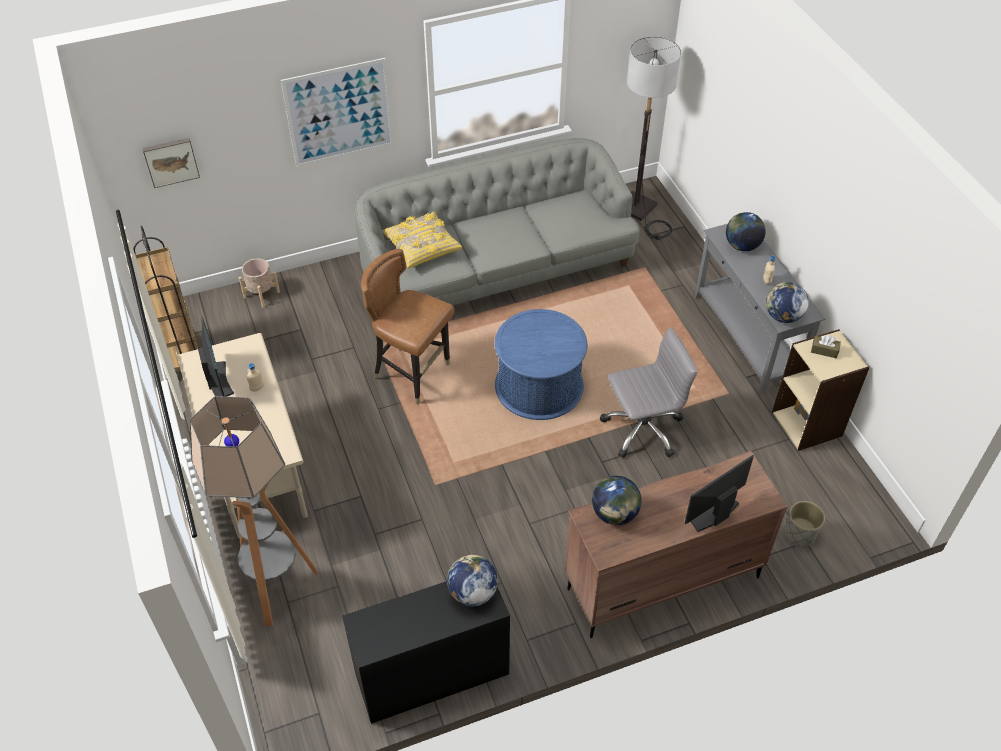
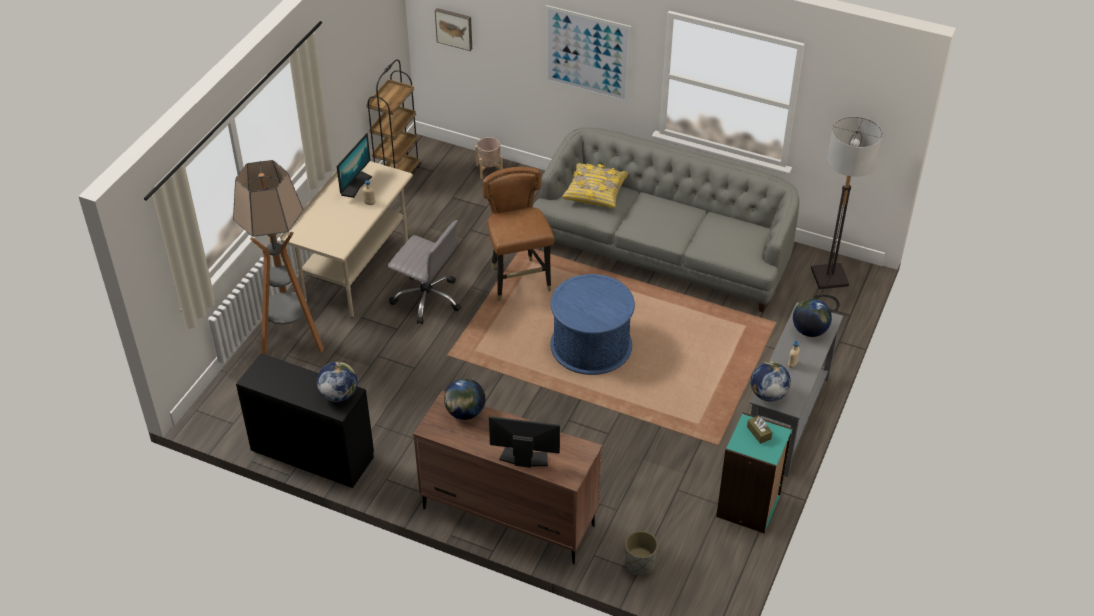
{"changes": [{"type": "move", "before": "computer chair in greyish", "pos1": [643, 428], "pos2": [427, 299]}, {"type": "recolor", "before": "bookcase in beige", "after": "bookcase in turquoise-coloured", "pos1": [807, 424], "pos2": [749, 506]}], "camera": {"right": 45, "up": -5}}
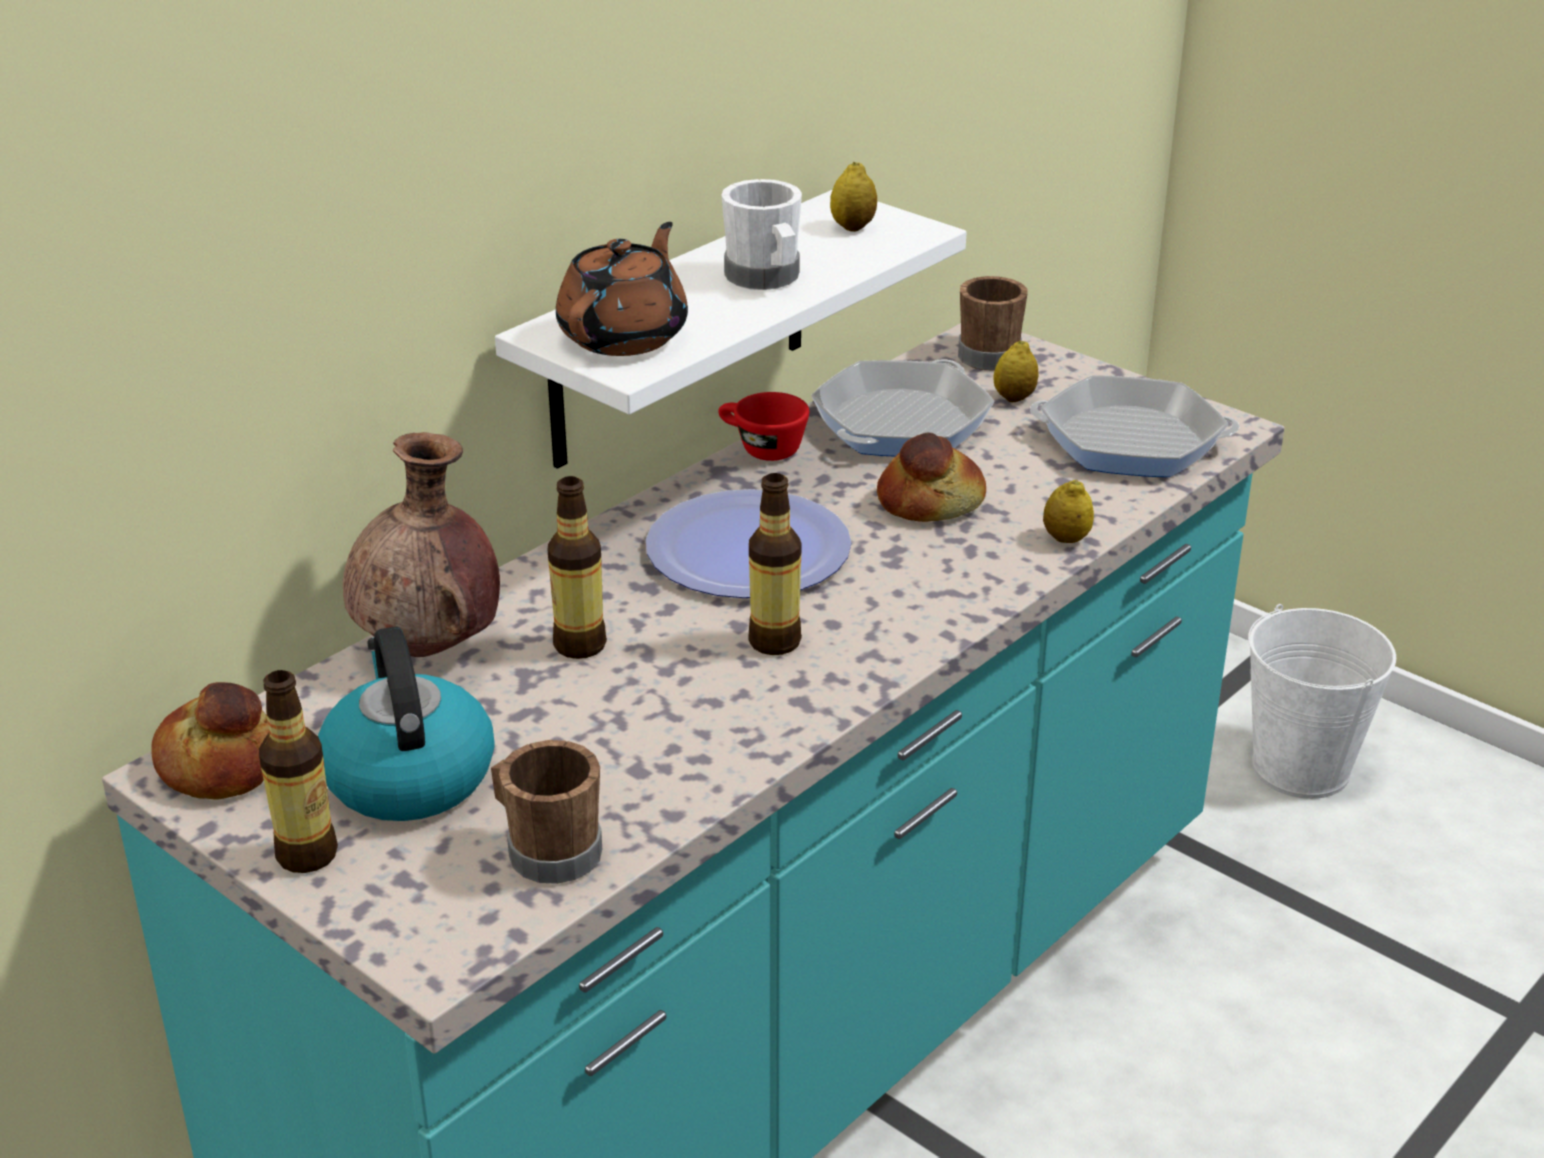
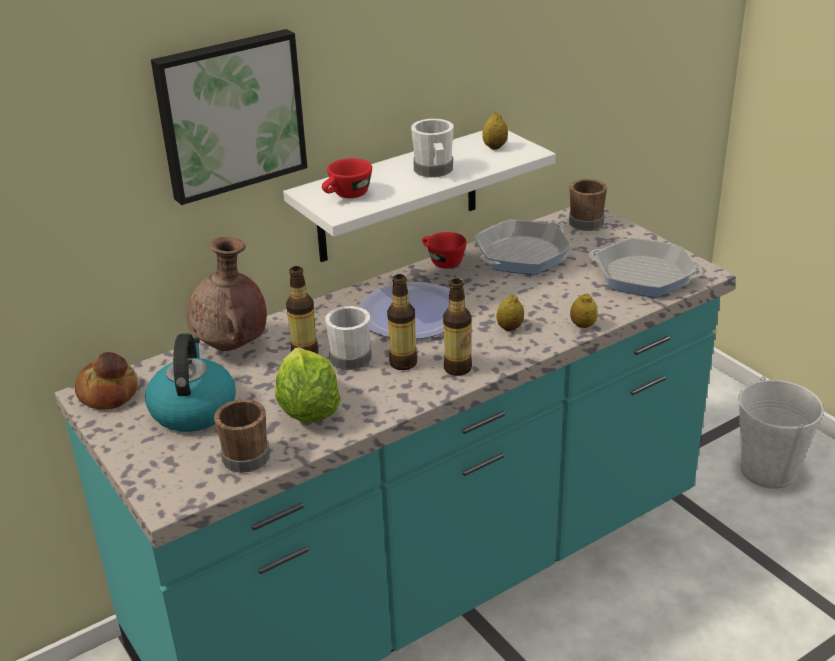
{"changes": [{"type": "delete", "before": "baked bread", "pos1": [931, 502]}, {"type": "insert", "after": "picture", "pos2": [229, 114]}, {"type": "insert", "after": "lettuce", "pos2": [308, 410]}, {"type": "insert", "after": "coffee mug in white", "pos2": [351, 355]}, {"type": "move", "before": "drink bottle", "pos1": [307, 855], "pos2": [457, 368]}, {"type": "move", "before": "citrus fruit", "pos1": [1014, 398], "pos2": [509, 328]}, {"type": "replace", "before": "tea pot in brown-coloured", "after": "small cup in reddish", "pos1": [625, 335], "pos2": [347, 196]}], "camera": {"right": 15, "up": 0}}
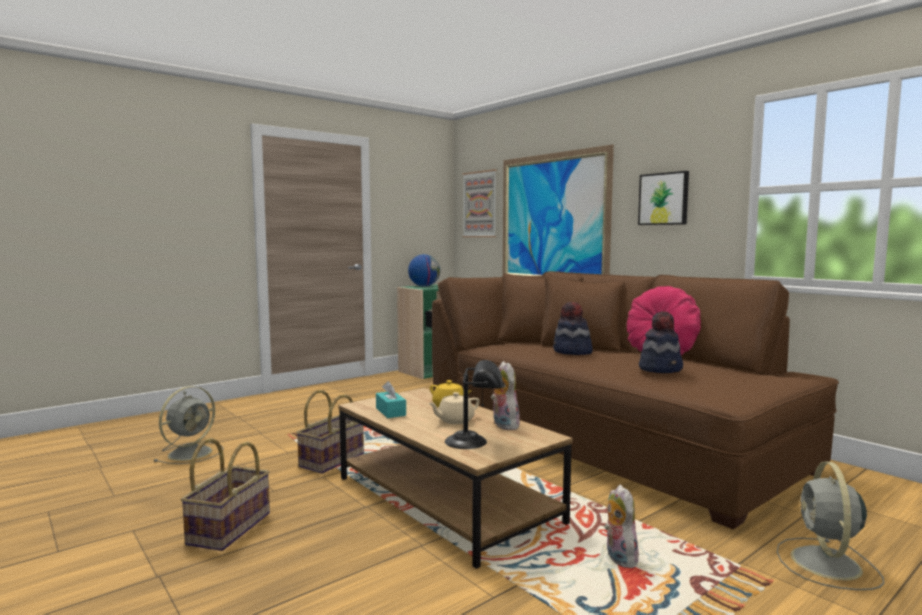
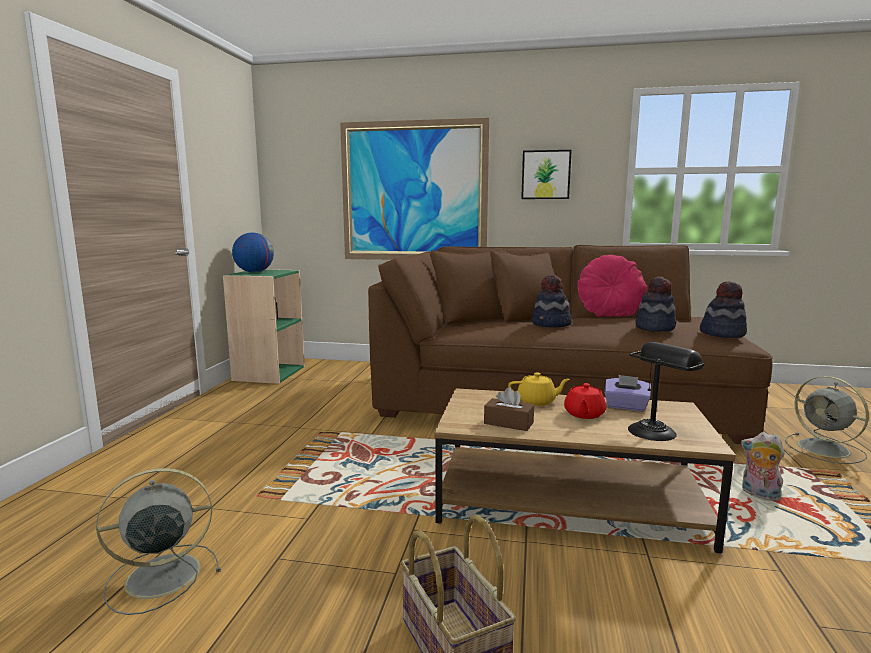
{"changes": [{"type": "delete", "before": "basket", "pos1": [331, 460]}, {"type": "delete", "before": "picture", "pos1": [480, 204]}, {"type": "insert", "after": "hat", "pos2": [722, 334]}, {"type": "replace", "before": "plush toy", "after": "tissue holder in purplish", "pos1": [503, 425], "pos2": [626, 406]}, {"type": "recolor", "before": "tissue holder in turquoise-coloured", "after": "tissue holder in brown-coloured", "pos1": [390, 412], "pos2": [508, 423]}, {"type": "recolor", "before": "tea pot in beige", "after": "tea pot in reddish", "pos1": [454, 420], "pos2": [584, 414]}, {"type": "rotate", "before": "fan in greyish", "pos1": [192, 452], "pos2": [159, 576], "turn": -105}], "camera": {"right": -40, "up": 5}}
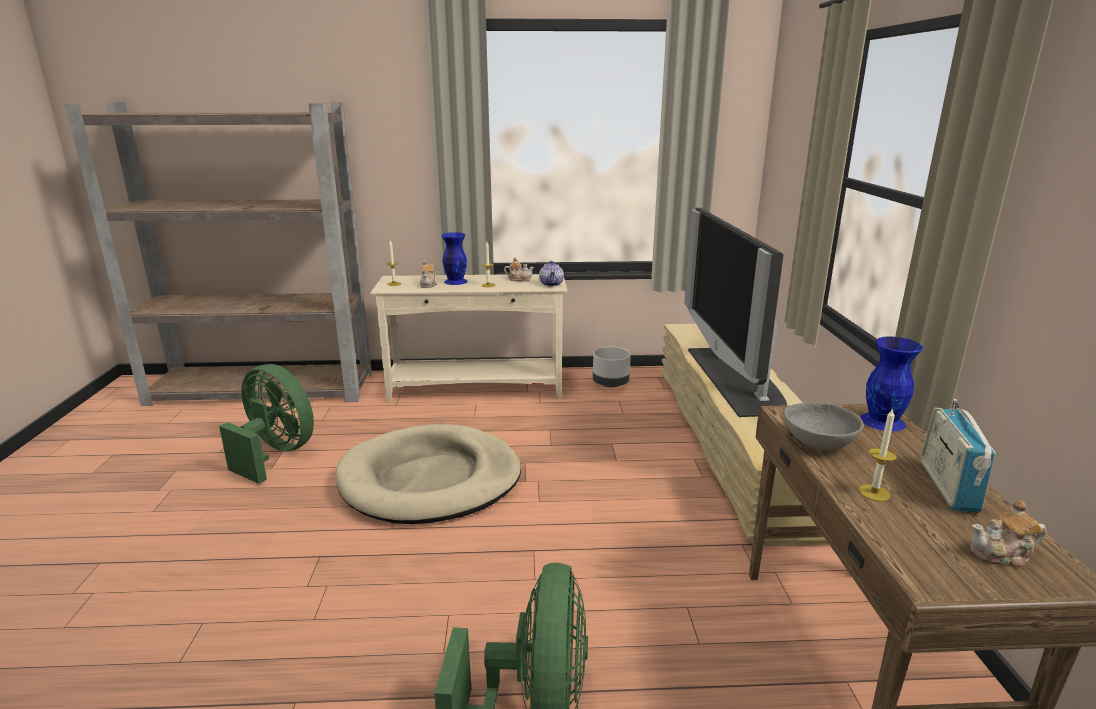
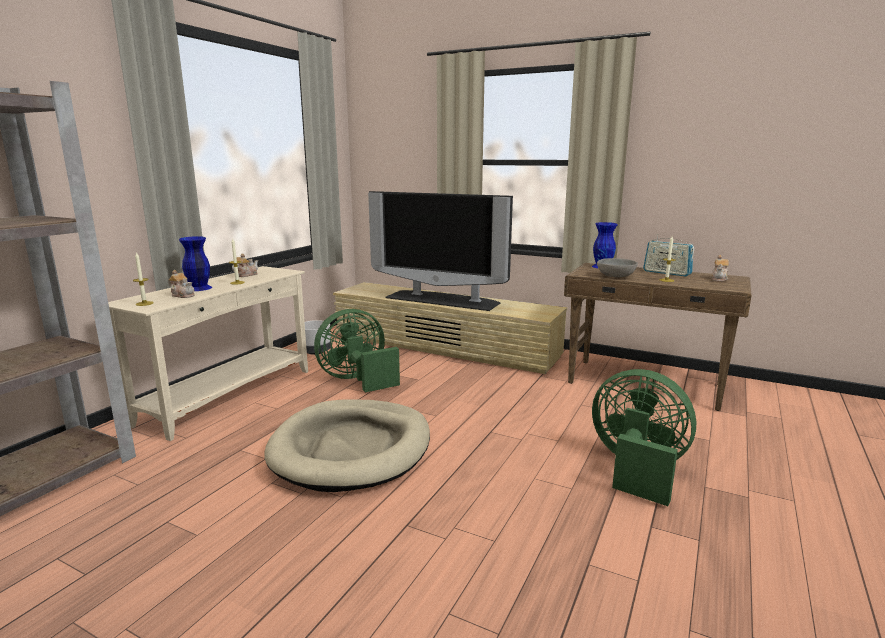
{"changes": [{"type": "delete", "before": "tea pot", "pos1": [551, 284]}, {"type": "move", "before": "fan in green", "pos1": [275, 454], "pos2": [357, 380]}], "camera": {"right": -60, "up": -5}}
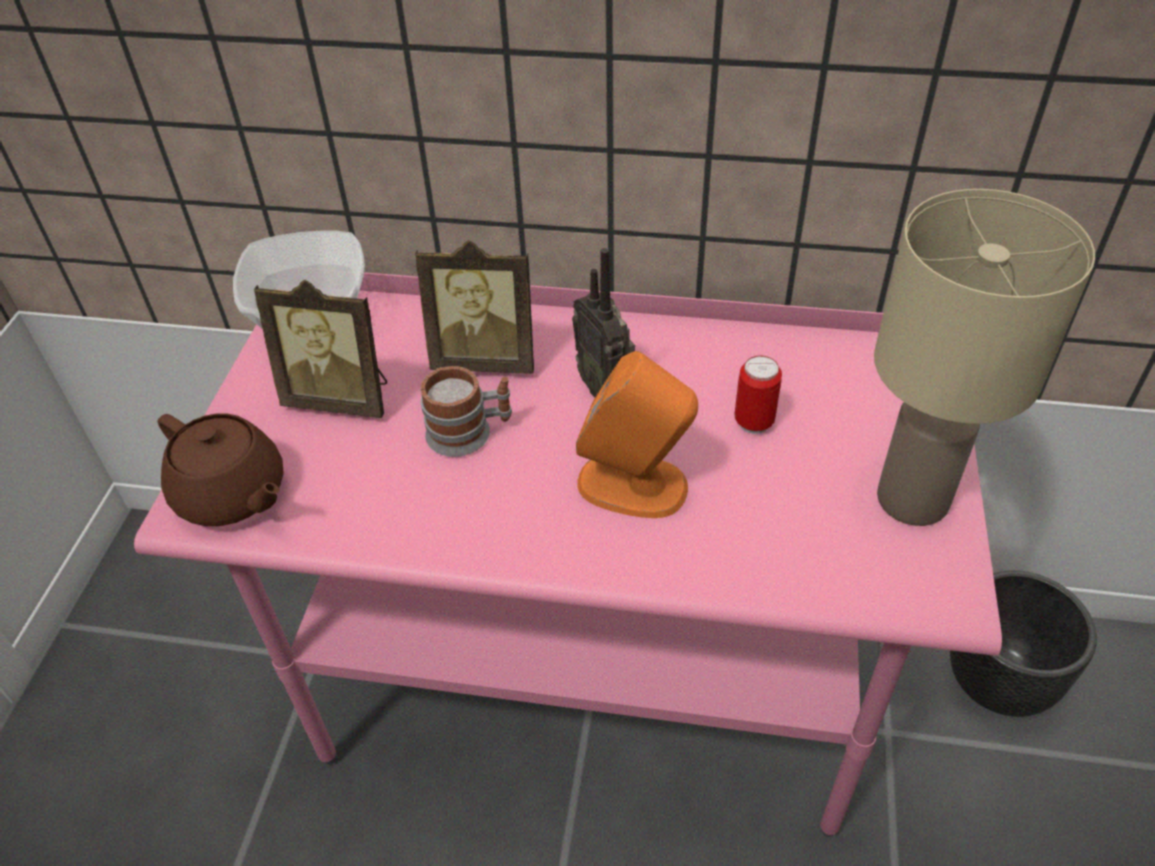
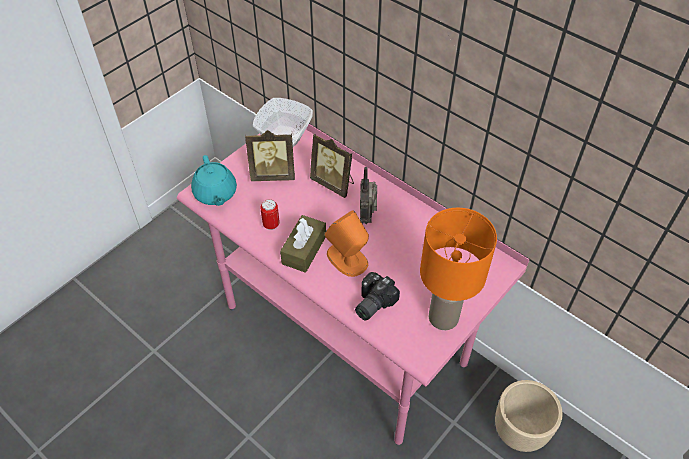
{"changes": [{"type": "delete", "before": "coffee mug", "pos1": [469, 432]}, {"type": "insert", "after": "tissue holder in brown-coloured", "pos2": [304, 250]}, {"type": "insert", "after": "still camera", "pos2": [371, 303]}, {"type": "move", "before": "sealed can", "pos1": [754, 422], "pos2": [271, 225]}, {"type": "recolor", "before": "tea pot in brown-coloured", "after": "tea pot in turquoise-coloured", "pos1": [232, 495], "pos2": [215, 194]}, {"type": "recolor", "before": "table lamp in beige", "after": "table lamp in orange", "pos1": [914, 497], "pos2": [444, 317]}, {"type": "recolor", "before": "planter in black-coloured", "after": "planter in beige", "pos1": [999, 683], "pos2": [520, 432]}, {"type": "rotate", "before": "picture frame", "pos1": [341, 398], "pos2": [273, 174], "turn": -45}], "camera": {"right": 30, "up": 5}}
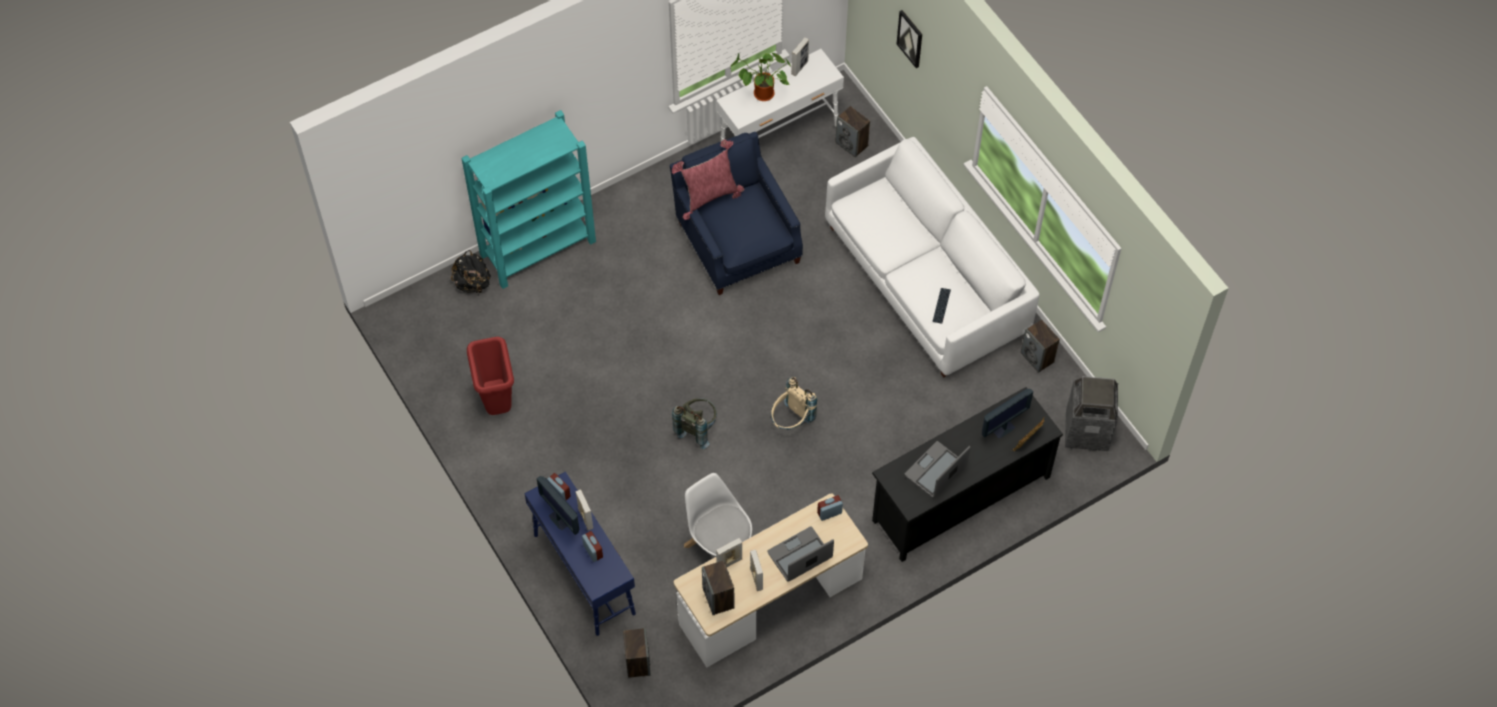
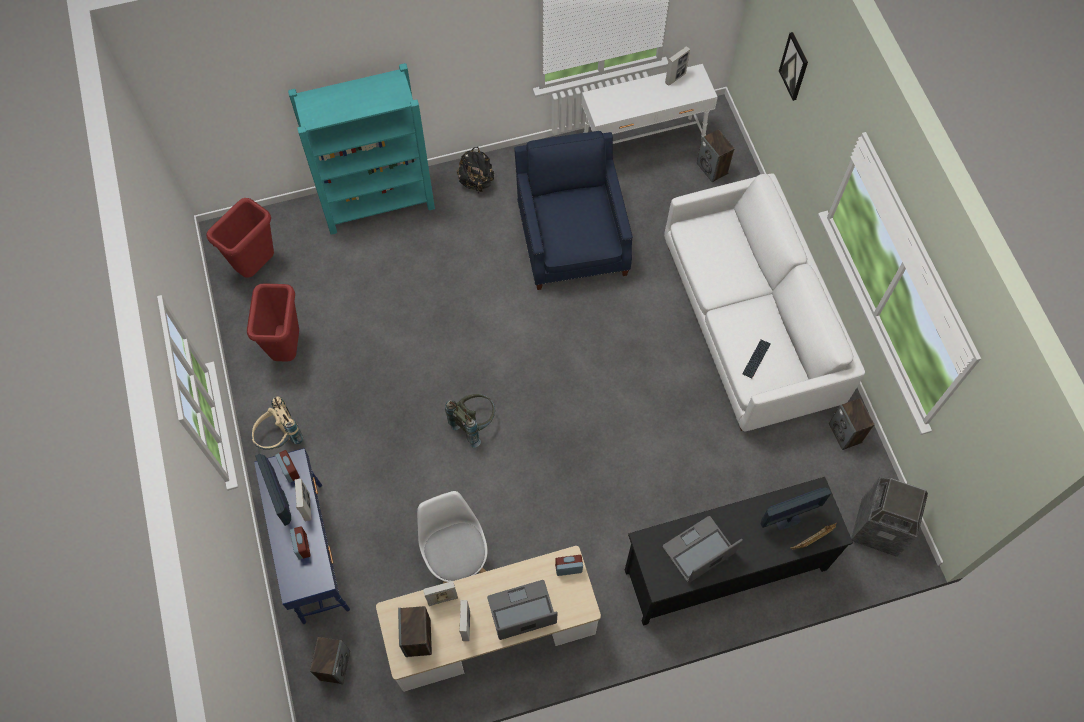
{"changes": [{"type": "delete", "before": "throw pillow in reddish", "pos1": [708, 199]}, {"type": "delete", "before": "houseplant", "pos1": [762, 95]}, {"type": "insert", "after": "waste bin in reddish", "pos2": [256, 265]}, {"type": "move", "before": "knapsack in black-coloured", "pos1": [473, 283], "pos2": [476, 181]}, {"type": "move", "before": "knapsack in beige", "pos1": [791, 421], "pos2": [280, 438]}], "camera": {"right": 15, "up": 5}}
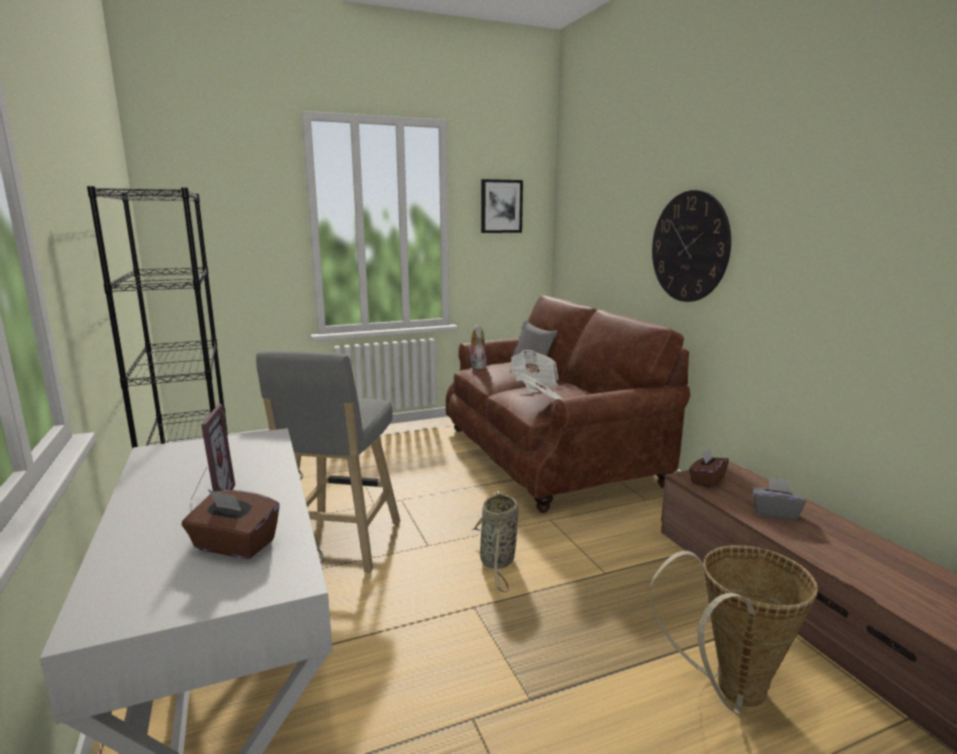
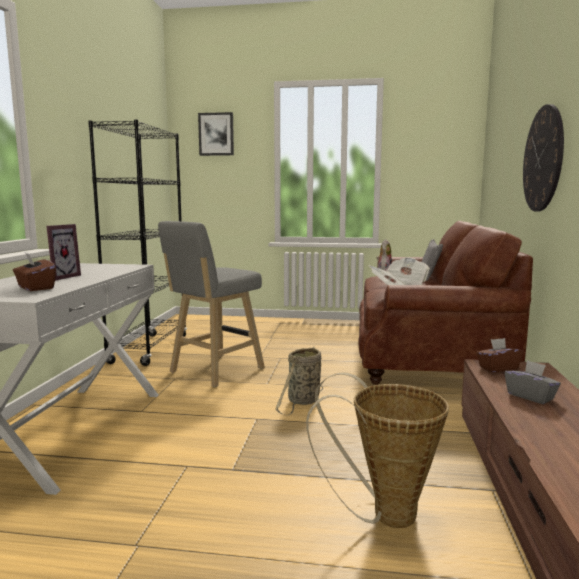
{"changes": [{"type": "move", "before": "picture", "pos1": [501, 206], "pos2": [216, 134]}], "camera": {"right": 30, "up": -5}}
